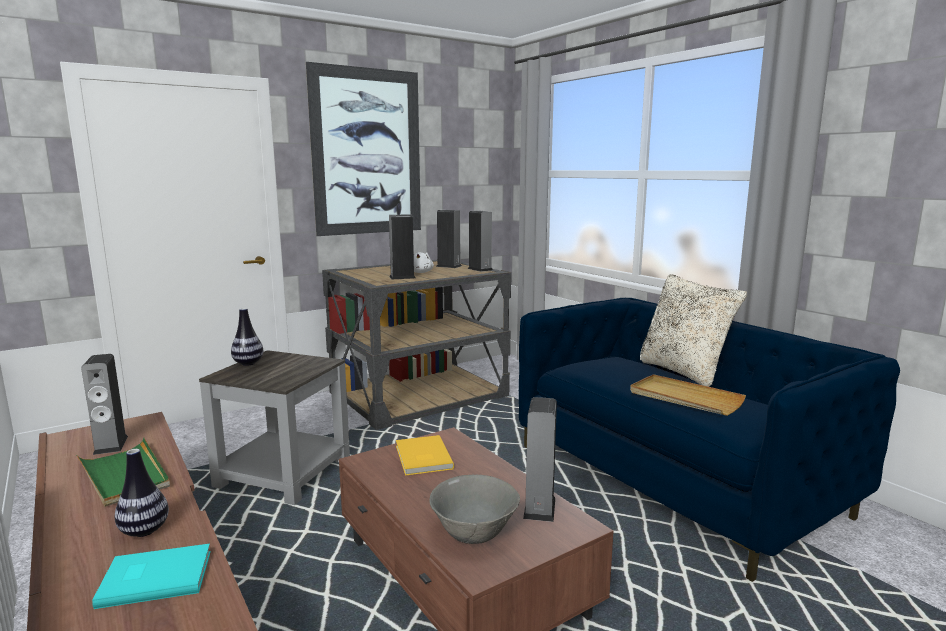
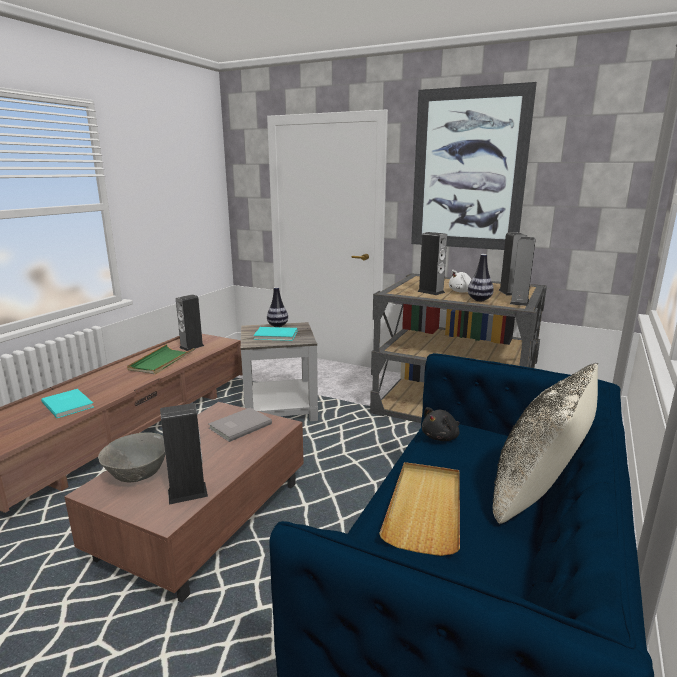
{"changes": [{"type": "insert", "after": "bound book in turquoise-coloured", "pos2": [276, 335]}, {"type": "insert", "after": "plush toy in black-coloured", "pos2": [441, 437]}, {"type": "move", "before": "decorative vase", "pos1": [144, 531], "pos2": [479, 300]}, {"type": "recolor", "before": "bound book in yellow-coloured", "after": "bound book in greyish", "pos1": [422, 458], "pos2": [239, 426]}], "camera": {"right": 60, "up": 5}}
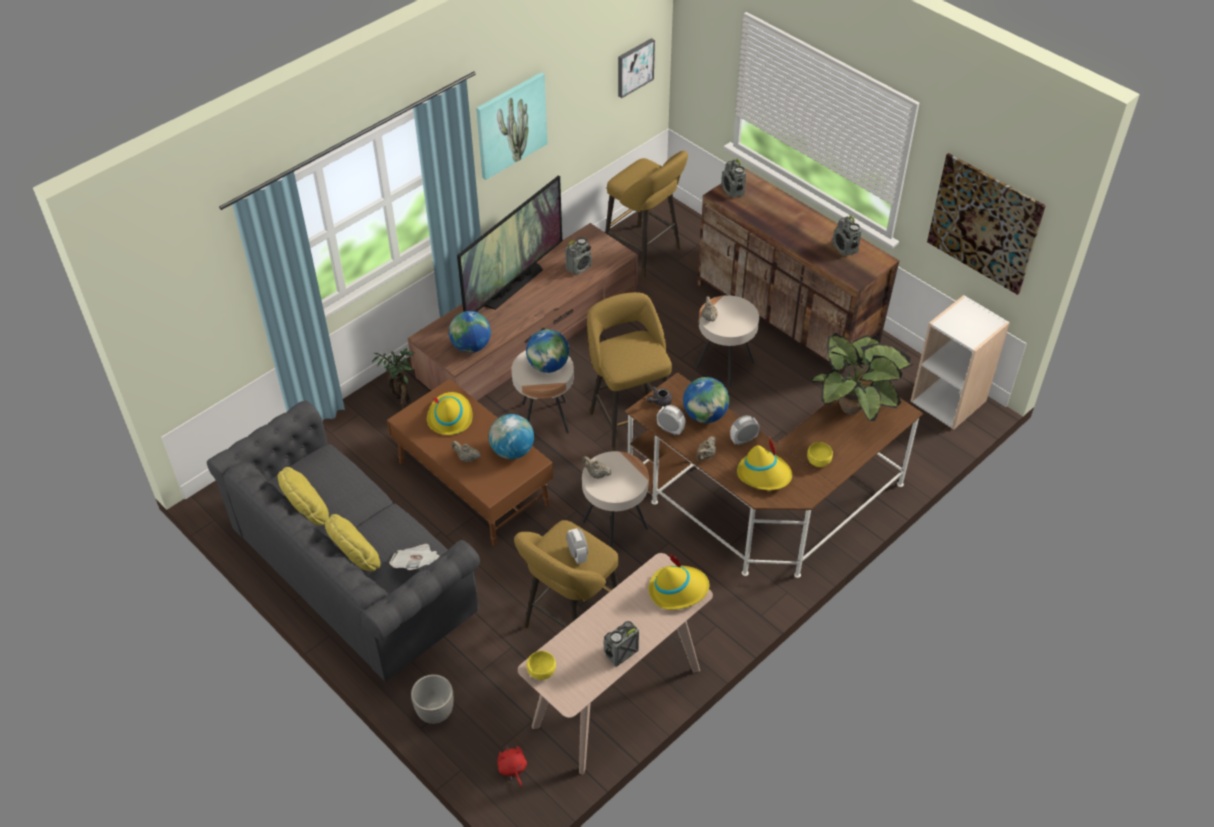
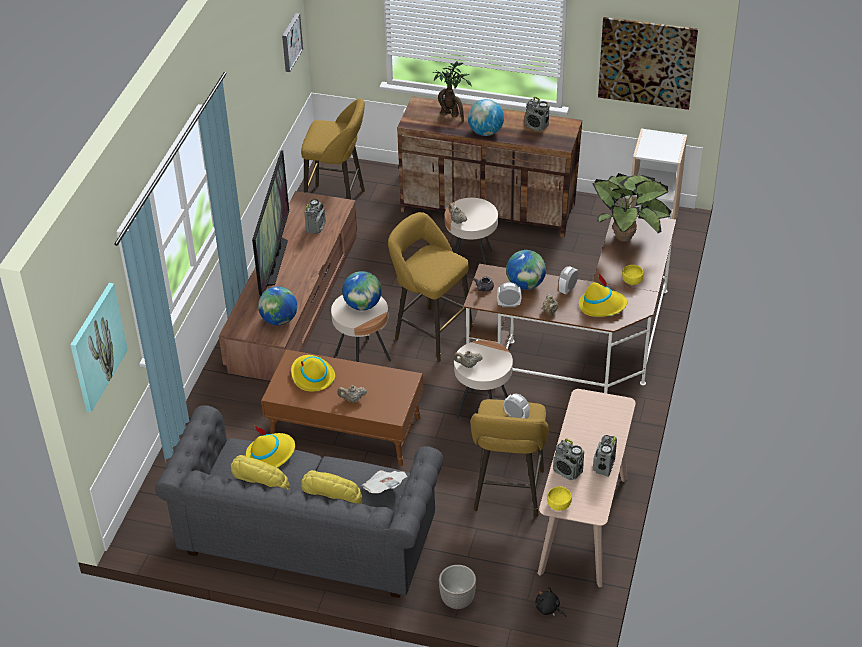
{"changes": [{"type": "move", "before": "houseplant", "pos1": [402, 400], "pos2": [451, 115]}, {"type": "move", "before": "picture", "pos1": [511, 125], "pos2": [97, 346]}, {"type": "move", "before": "world globe", "pos1": [512, 451], "pos2": [485, 132]}, {"type": "move", "before": "hat in yellow-coloured", "pos1": [678, 589], "pos2": [270, 454]}, {"type": "move", "before": "radio receiver", "pos1": [732, 191], "pos2": [568, 471]}, {"type": "recolor", "before": "plush toy in reddish", "after": "plush toy in black-coloured", "pos1": [512, 769], "pos2": [548, 609]}], "camera": {"right": -30, "up": -5}}
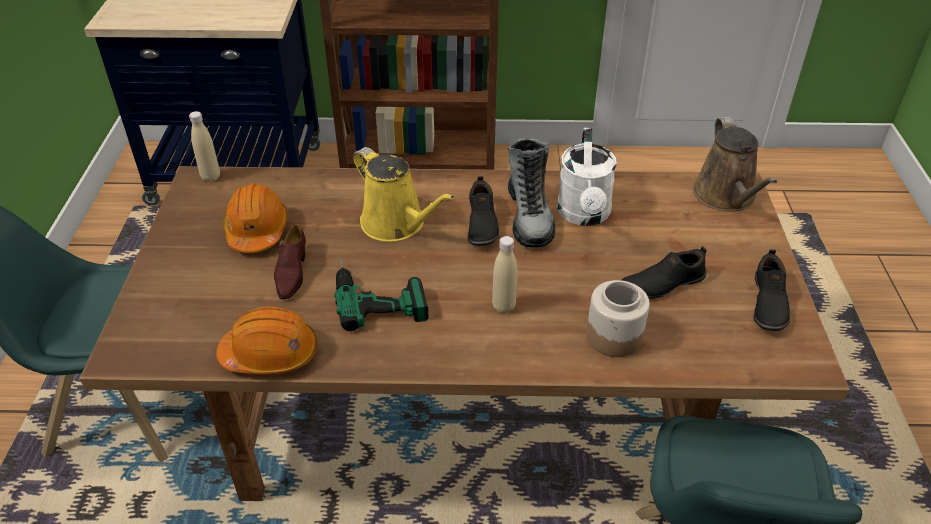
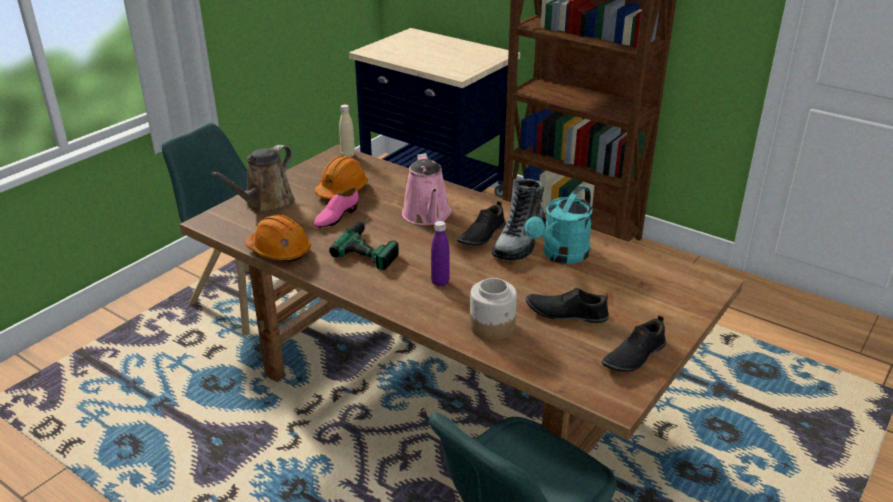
{"changes": [{"type": "move", "before": "sprinkling can in brown-coloured", "pos1": [726, 197], "pos2": [266, 204]}, {"type": "recolor", "before": "low shoe in brown-coloured", "after": "low shoe in pinkish", "pos1": [291, 273], "pos2": [336, 217]}, {"type": "recolor", "before": "sprinkling can in yellow-coloured", "after": "sprinkling can in pinkish", "pos1": [397, 224], "pos2": [427, 216]}, {"type": "recolor", "before": "drink bottle in beige", "after": "drink bottle in purplish", "pos1": [503, 306], "pos2": [440, 282]}, {"type": "recolor", "before": "sprinkling can in white", "after": "sprinkling can in turquoise-coloured", "pos1": [584, 215], "pos2": [561, 255]}], "camera": {"right": 35, "up": -10}}
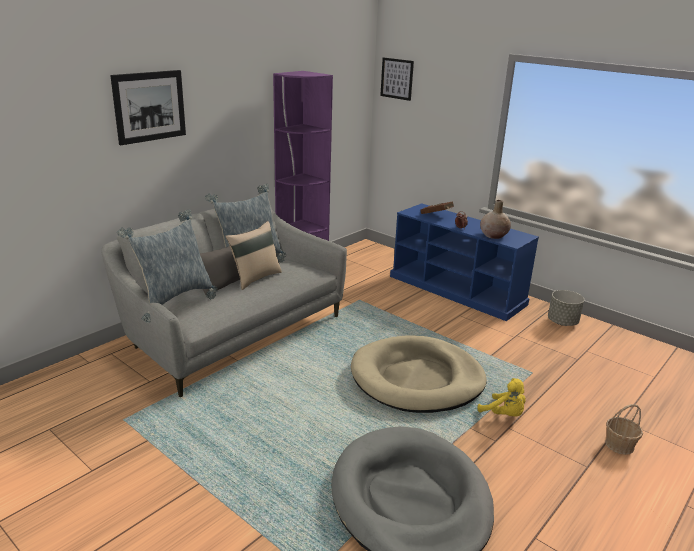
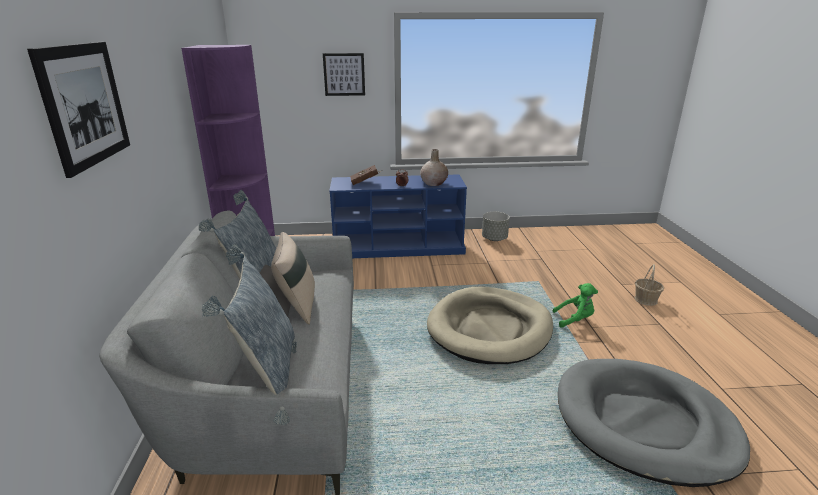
{"changes": [{"type": "move", "before": "picture", "pos1": [397, 78], "pos2": [344, 74]}, {"type": "recolor", "before": "plush toy in yellow-coloured", "after": "plush toy in green", "pos1": [504, 415], "pos2": [575, 320]}], "camera": {"right": -45, "up": 0}}
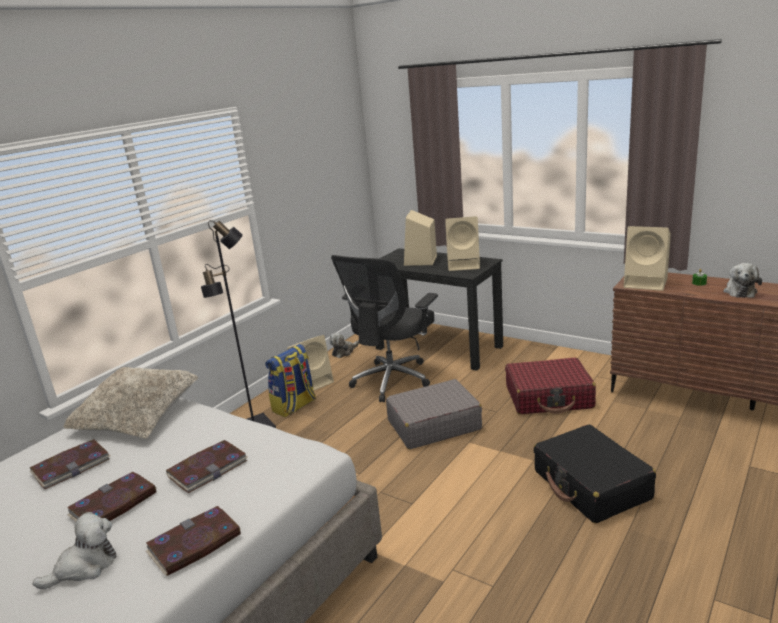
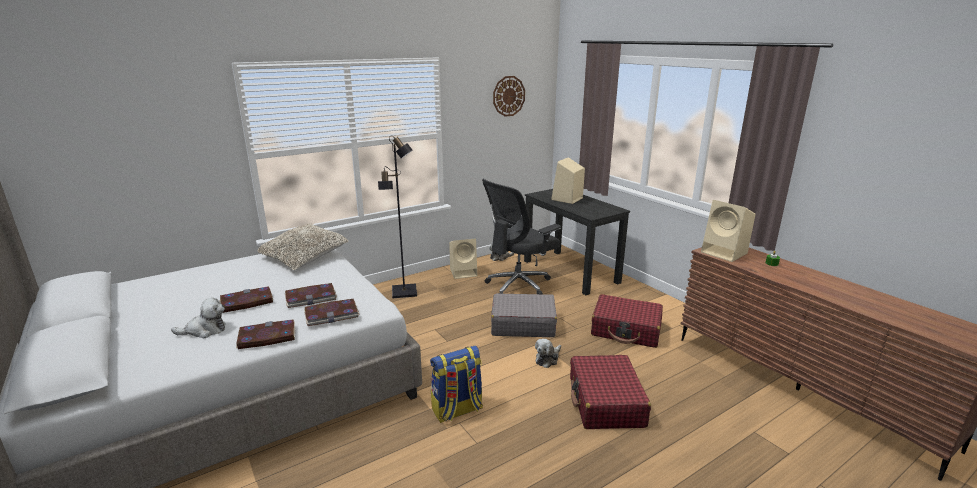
{"changes": [{"type": "delete", "before": "speaker in beige", "pos1": [464, 265]}, {"type": "insert", "after": "hanging clock", "pos2": [508, 96]}, {"type": "move", "before": "bound book", "pos1": [71, 466], "pos2": [331, 314]}, {"type": "move", "before": "knapsack", "pos1": [294, 406], "pos2": [457, 410]}, {"type": "move", "before": "plush toy", "pos1": [740, 291], "pos2": [548, 359]}, {"type": "recolor", "before": "suitcase in black-coloured", "after": "suitcase in reddish", "pos1": [591, 485], "pos2": [605, 402]}], "camera": {"right": 20, "up": 0}}
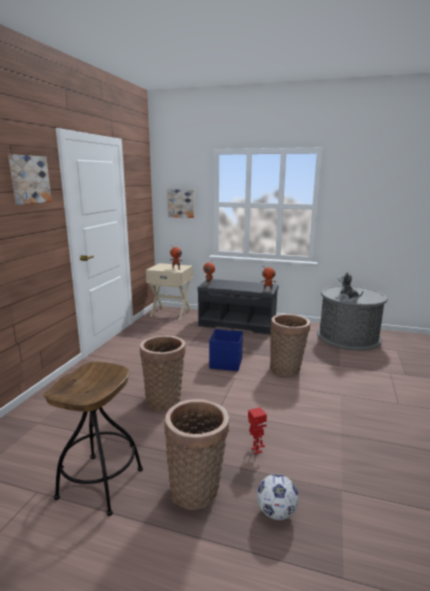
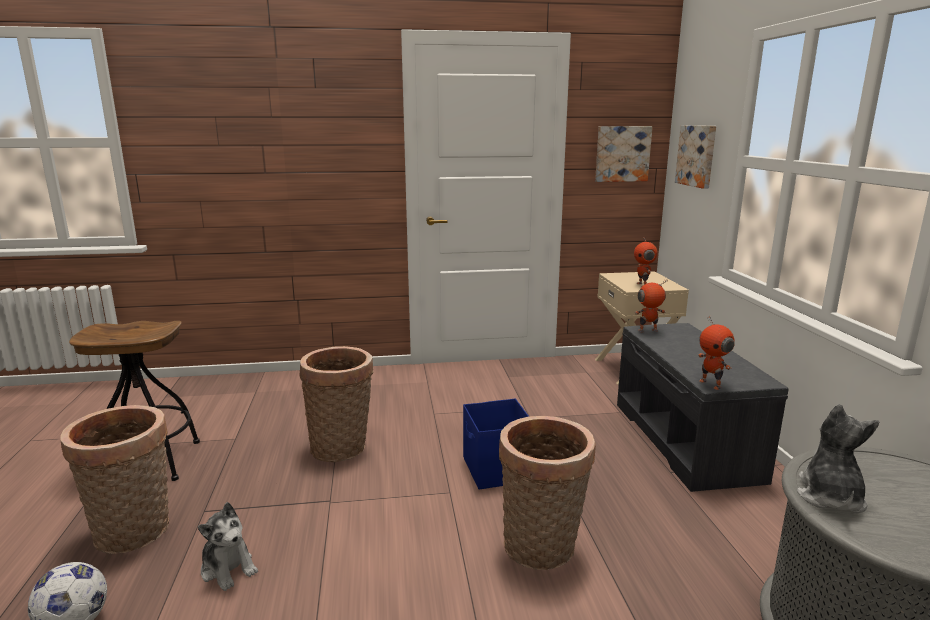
{"changes": [{"type": "move", "before": "picture", "pos1": [29, 179], "pos2": [622, 153]}, {"type": "replace", "before": "robot figure", "after": "plush toy", "pos1": [255, 450], "pos2": [228, 568]}], "camera": {"right": 65, "up": 0}}
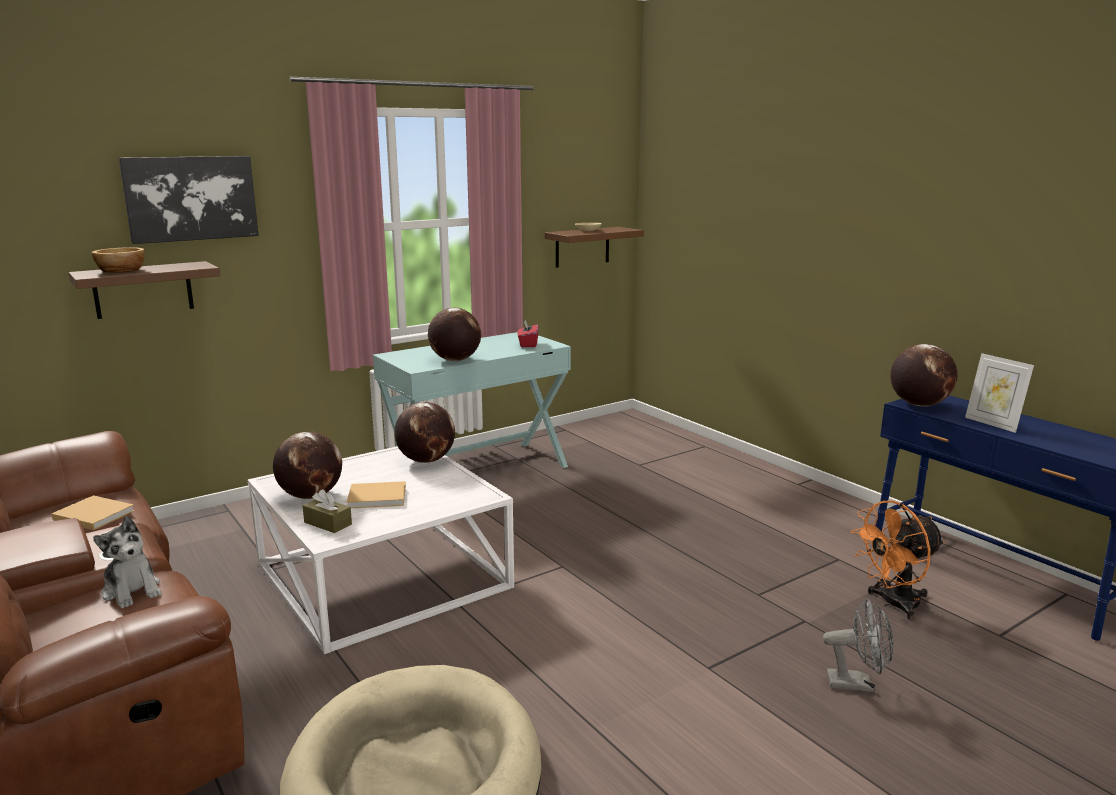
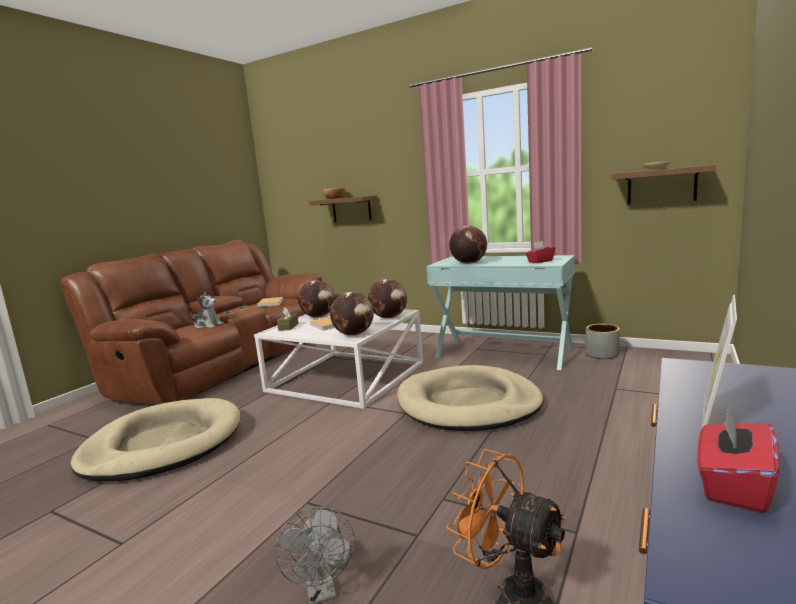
{"changes": [{"type": "delete", "before": "picture", "pos1": [191, 198]}, {"type": "insert", "after": "dog bed in beige", "pos2": [468, 404]}, {"type": "insert", "after": "planter in greyish", "pos2": [602, 354]}, {"type": "insert", "after": "tissue holder in reddish", "pos2": [733, 486]}, {"type": "move", "before": "world globe", "pos1": [919, 404], "pos2": [354, 334]}, {"type": "rotate", "before": "plush toy", "pos1": [132, 591], "pos2": [208, 325], "turn": -90}], "camera": {"right": 65, "up": -5}}
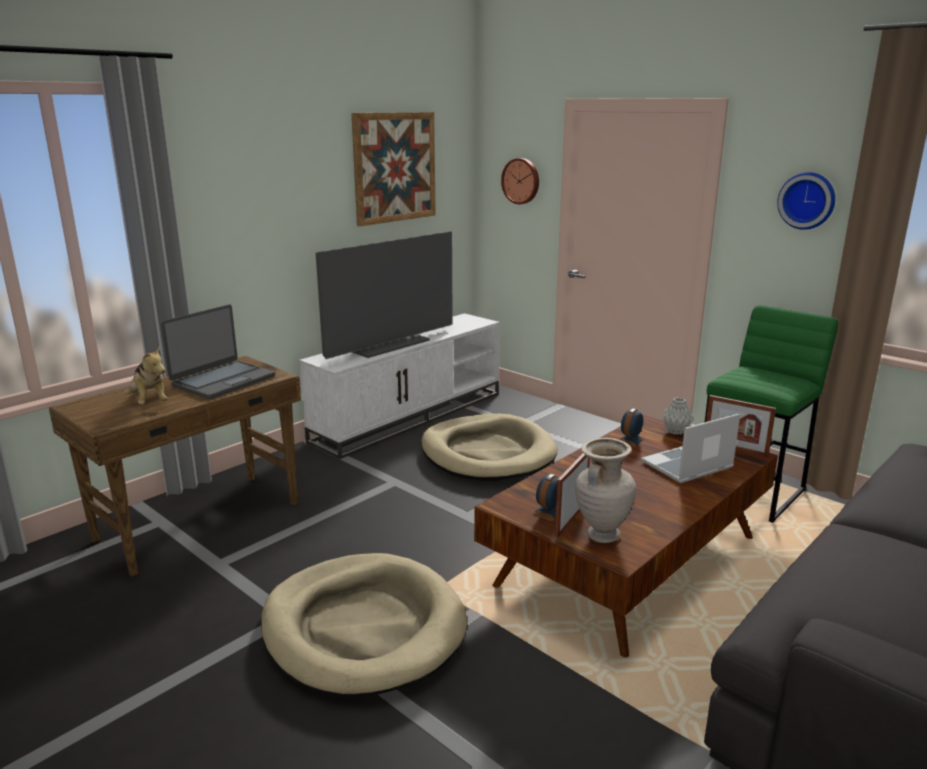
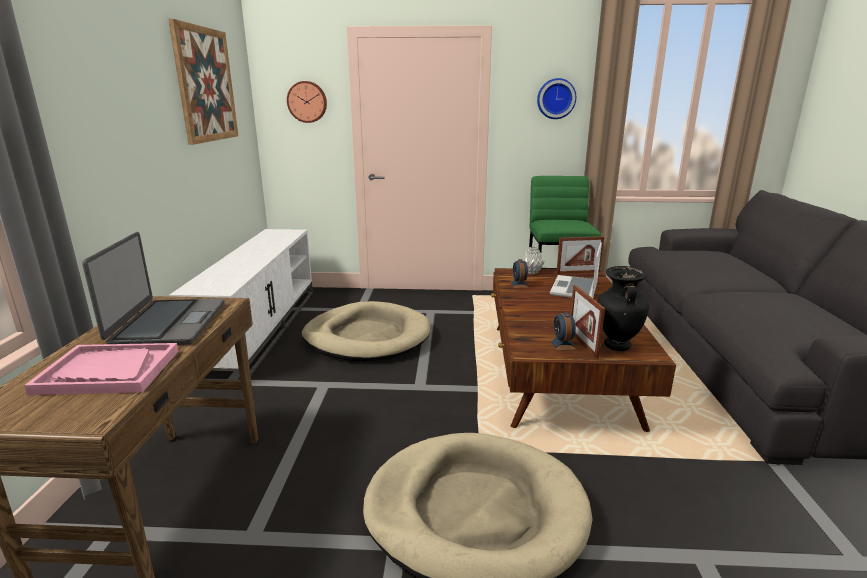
{"changes": [{"type": "delete", "before": "TV", "pos1": [388, 344]}, {"type": "replace", "before": "plush toy", "after": "tray in pinkish", "pos1": [149, 402], "pos2": [108, 371]}, {"type": "recolor", "before": "decorative vase in beige", "after": "decorative vase in black-coloured", "pos1": [601, 535], "pos2": [616, 346]}], "camera": {"right": -40, "up": 0}}
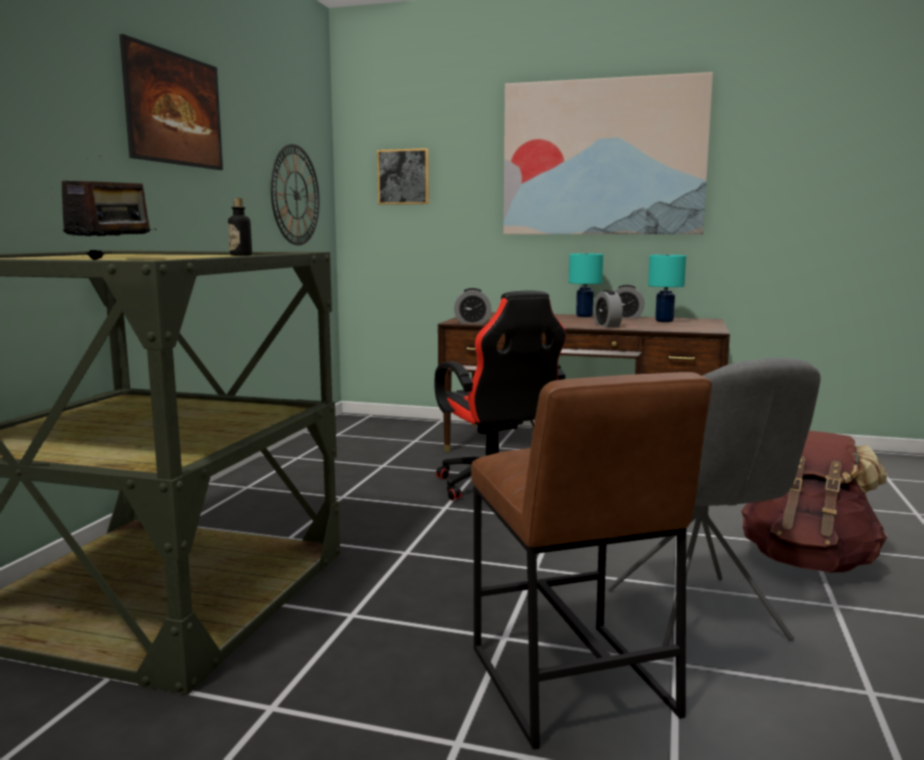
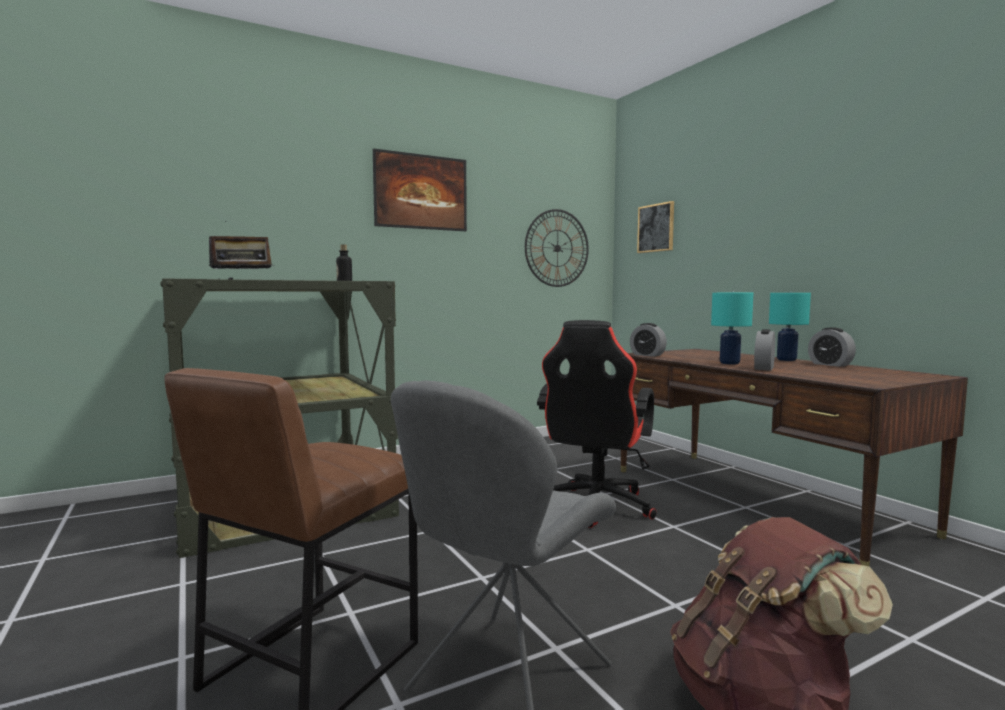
{"changes": [{"type": "delete", "before": "picture", "pos1": [603, 158]}, {"type": "move", "before": "table lamp in turquoise-coloured", "pos1": [664, 321], "pos2": [728, 363]}], "camera": {"right": 45, "up": -5}}
